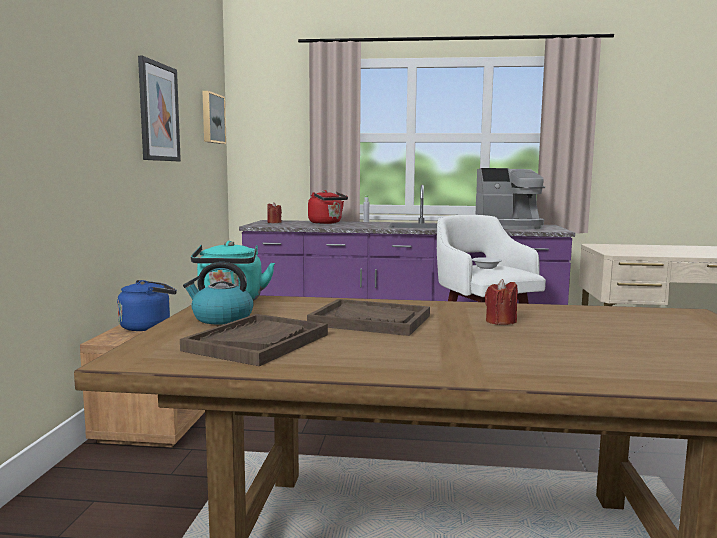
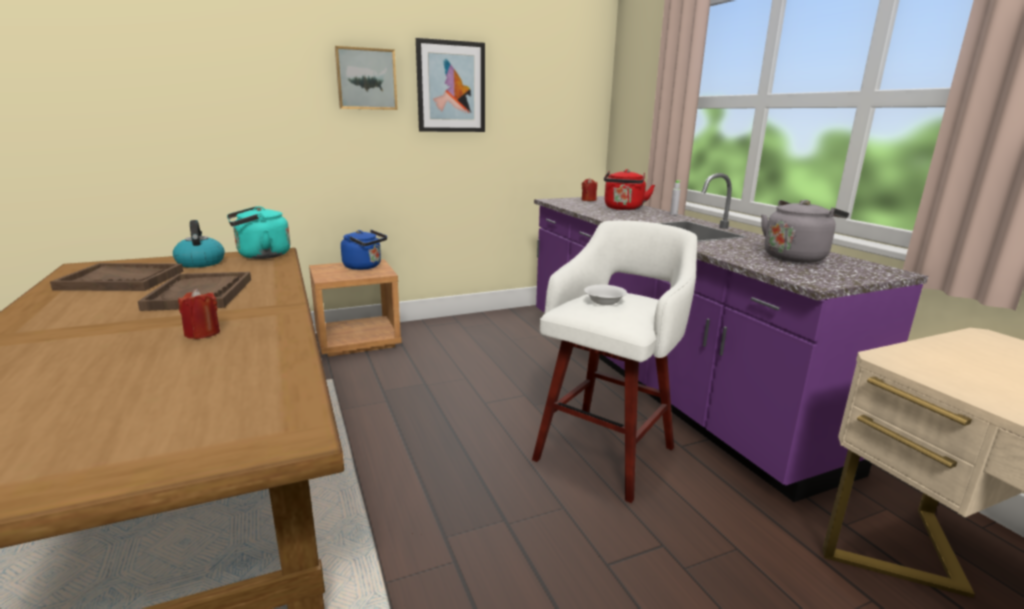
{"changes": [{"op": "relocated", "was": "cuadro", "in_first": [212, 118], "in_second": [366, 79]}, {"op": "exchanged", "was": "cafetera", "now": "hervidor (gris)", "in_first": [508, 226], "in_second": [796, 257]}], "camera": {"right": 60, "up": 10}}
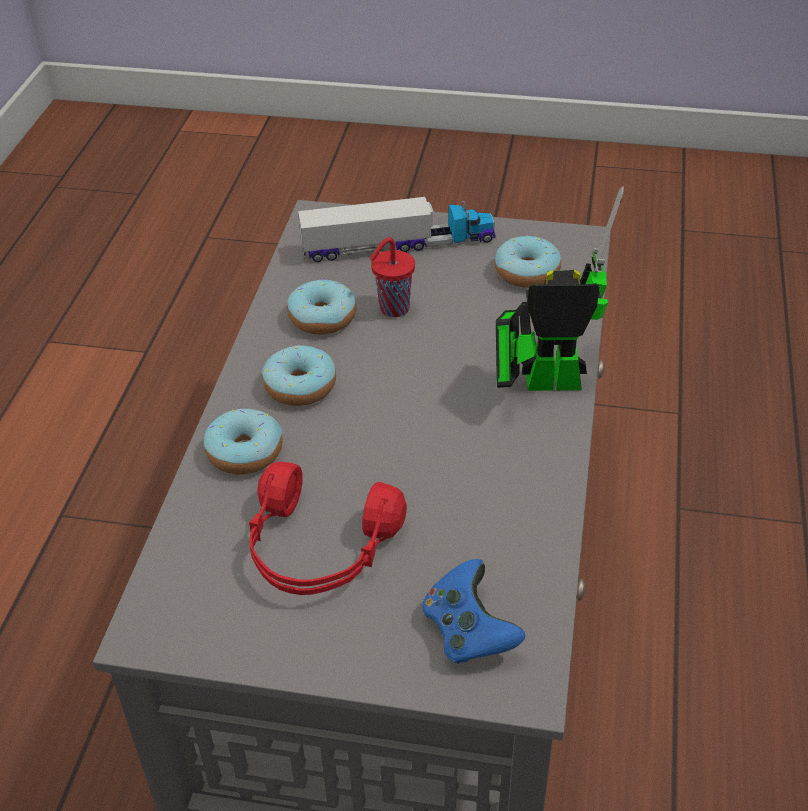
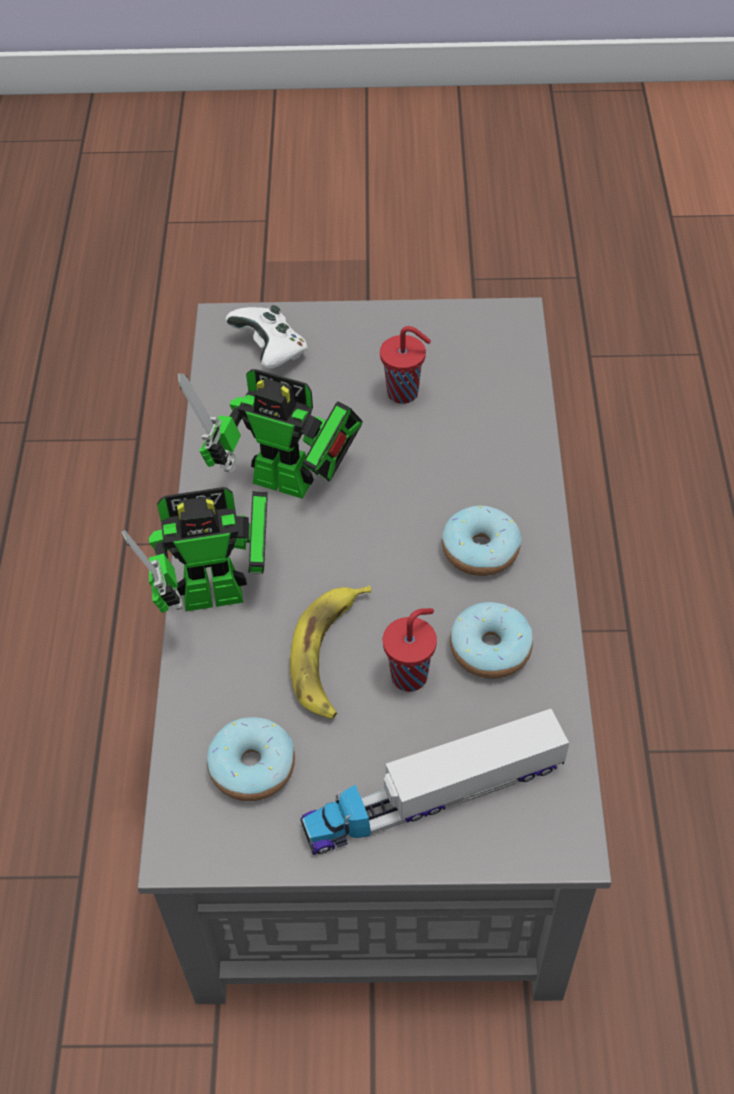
{"changes": [{"op": "missing", "was": "rosquilla", "in_first": [245, 452]}, {"op": "exchanged", "was": "auriculares (rojo)", "now": "taza (rojo)", "in_first": [318, 550], "in_second": [405, 393]}, {"op": "colour", "was": "mando de consola (azul)", "now": "mando de consola (blanco)", "in_first": [468, 631], "in_second": [271, 351]}, {"op": "appeared", "now": "robot de juguete", "in_second": [292, 484]}, {"op": "appeared", "now": "plátano", "in_second": [330, 655]}], "camera": {"right": 170, "up": 10}}
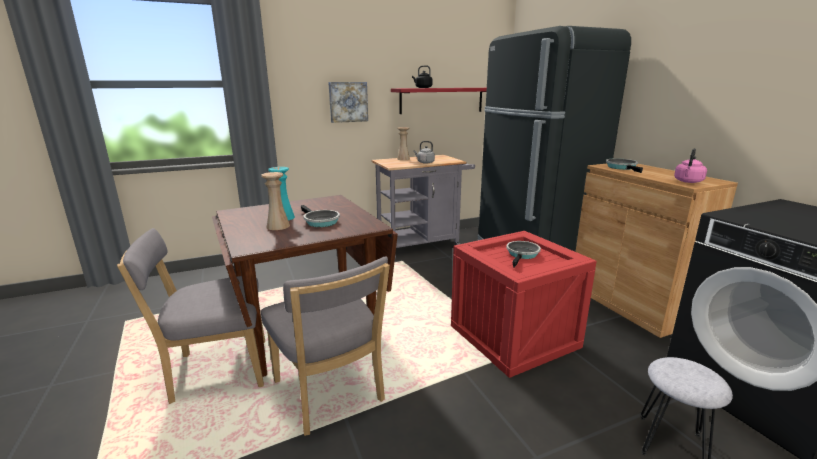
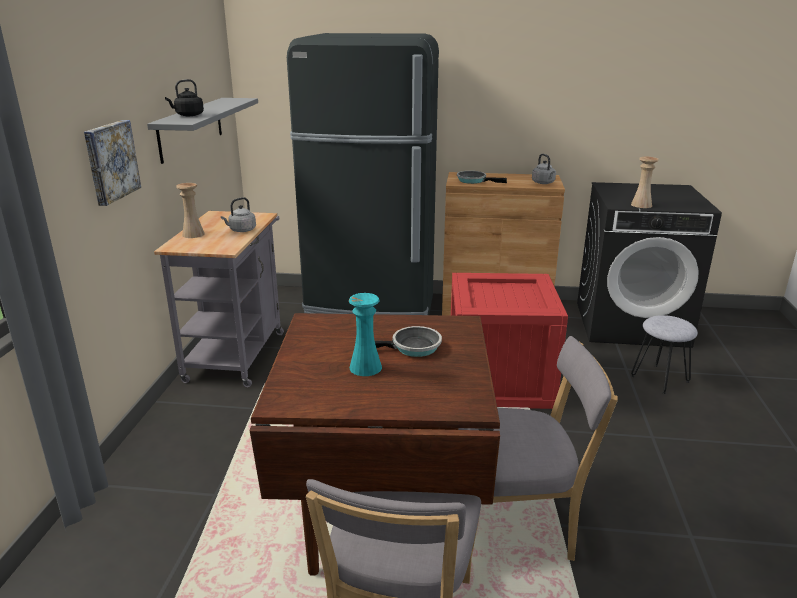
{"changes": [{"op": "relocated", "was": "florero (beis)", "in_first": [278, 226], "in_second": [641, 205]}, {"op": "colour", "was": "estante (rojo)", "now": "estante (gris)", "in_first": [442, 100], "in_second": [191, 128]}, {"op": "missing", "was": "sartén", "in_first": [522, 255]}, {"op": "colour", "was": "hervidor (rosa)", "now": "hervidor (gris)", "in_first": [688, 181], "in_second": [544, 183]}], "camera": {"right": -60, "up": 5}}
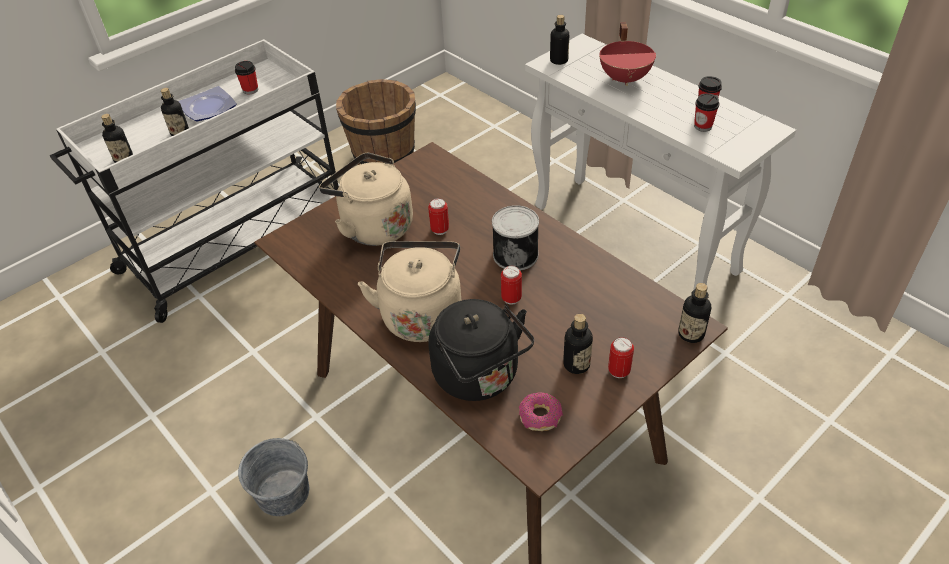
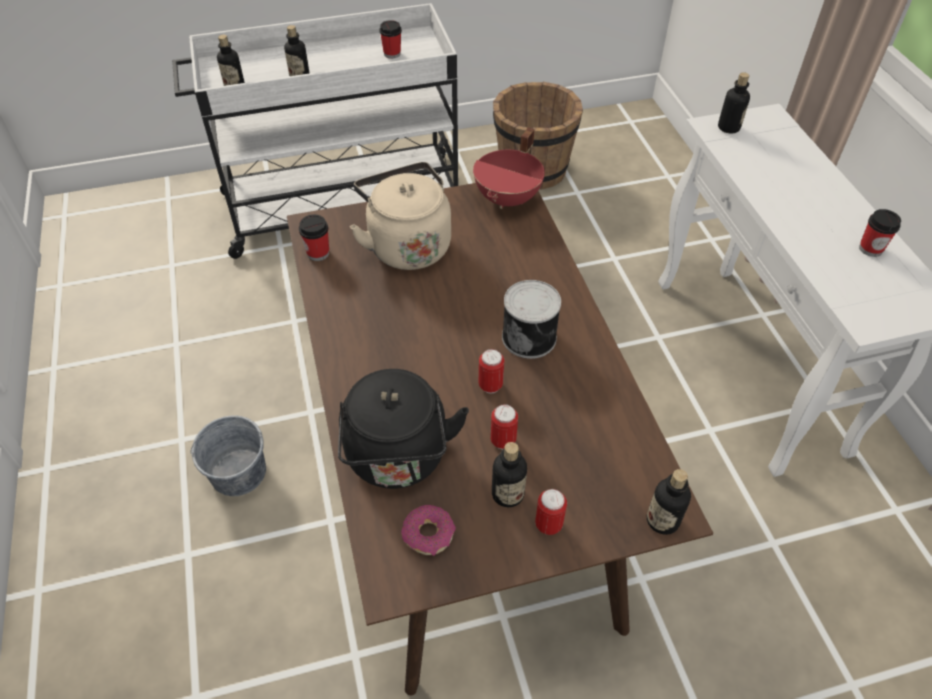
{"changes": [{"op": "missing", "was": "plato", "in_first": [207, 107]}, {"op": "missing", "was": "hervidor (beis)", "in_first": [421, 314]}, {"op": "relocated", "was": "lata", "in_first": [440, 230], "in_second": [503, 441]}, {"op": "relocated", "was": "olla (rojo)", "in_first": [626, 78], "in_second": [509, 199]}, {"op": "relocated", "was": "taza", "in_first": [703, 126], "in_second": [318, 253]}], "camera": {"right": 25, "up": 5}}
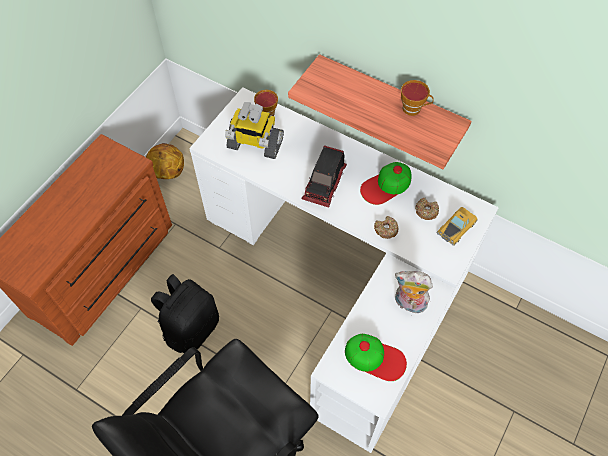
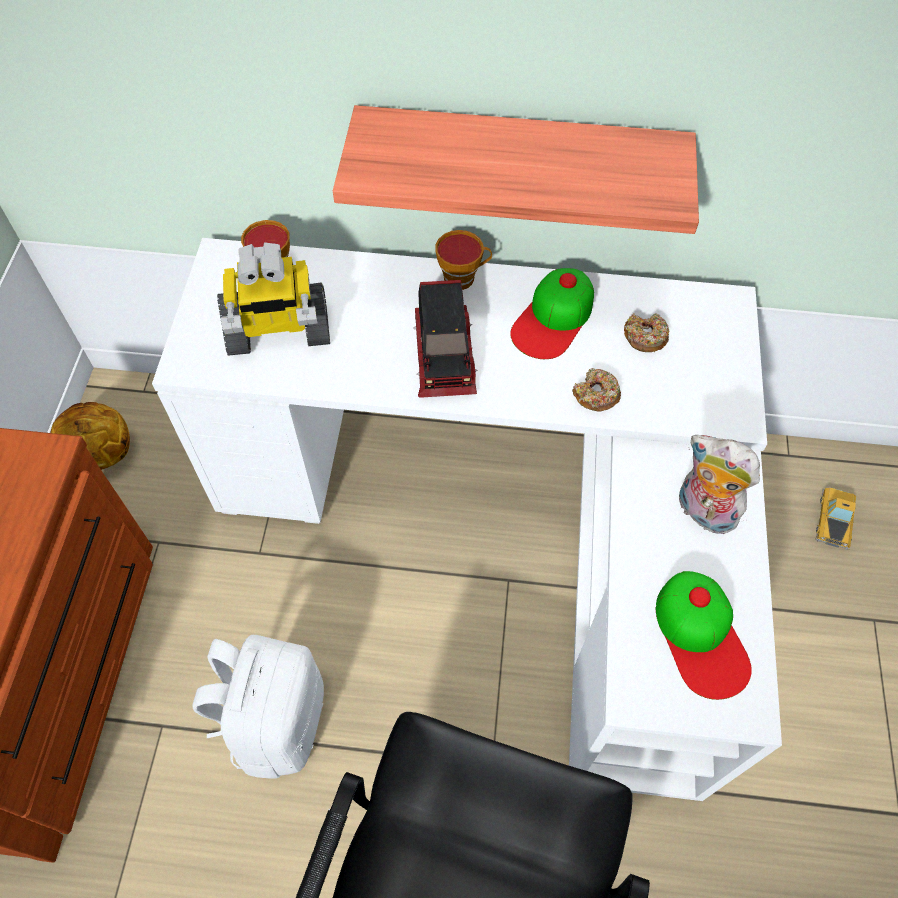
{"changes": [{"op": "colour", "was": "mochila (negro)", "now": "mochila (blanco)", "in_first": [191, 328], "in_second": [276, 721]}, {"op": "spun", "was": "gorra", "in_first": [375, 358], "in_second": [701, 636], "clockwise": 75}, {"op": "spun", "was": "peluche", "in_first": [408, 304], "in_second": [702, 511], "clockwise": 45}, {"op": "relocated", "was": "taza", "in_first": [414, 109], "in_second": [463, 277]}, {"op": "relocated", "was": "coche de juguete", "in_first": [457, 227], "in_second": [835, 519]}], "camera": {"right": -25, "up": 0}}
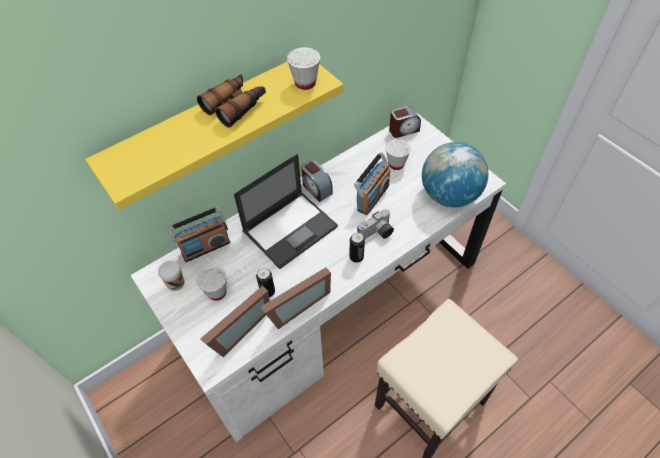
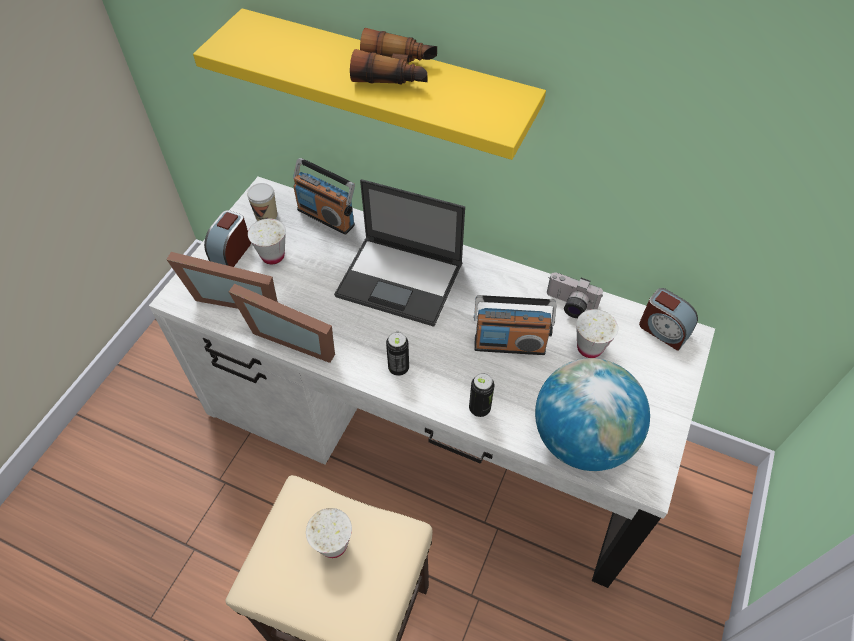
{"changes": [{"op": "relocated", "was": "lata", "in_first": [267, 292], "in_second": [479, 408]}, {"op": "relocated", "was": "taza (blanco)", "in_first": [305, 83], "in_second": [333, 544]}, {"op": "relocated", "was": "despertador", "in_first": [316, 189], "in_second": [231, 252]}, {"op": "relocated", "was": "cámara", "in_first": [377, 234], "in_second": [569, 305]}], "camera": {"right": 60, "up": 0}}
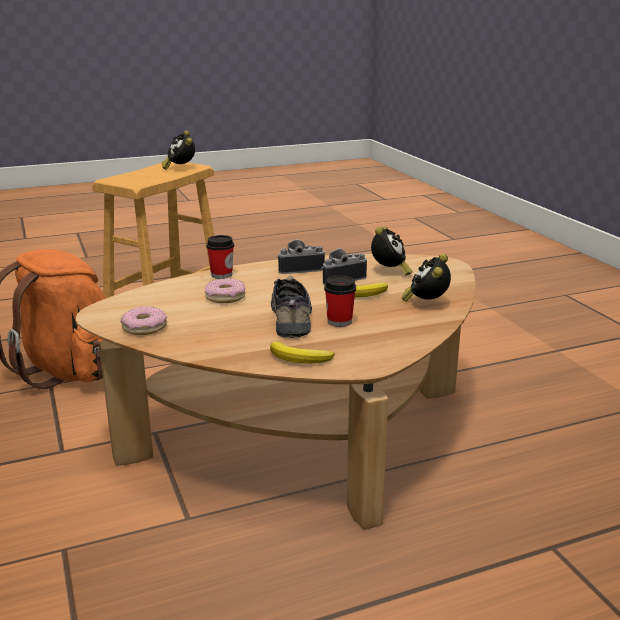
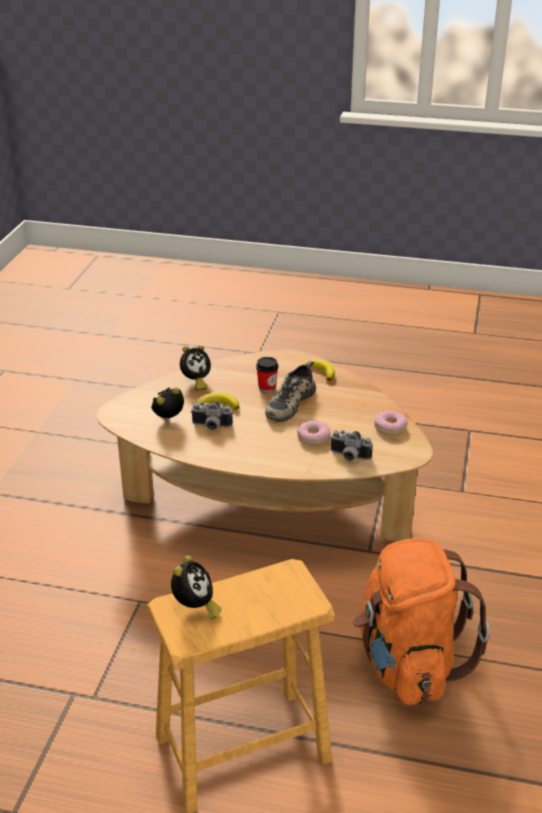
{"changes": [{"op": "missing", "was": "taza", "in_first": [221, 275]}, {"op": "relocated", "was": "cámara", "in_first": [300, 268], "in_second": [349, 457]}], "camera": {"right": -145, "up": 10}}
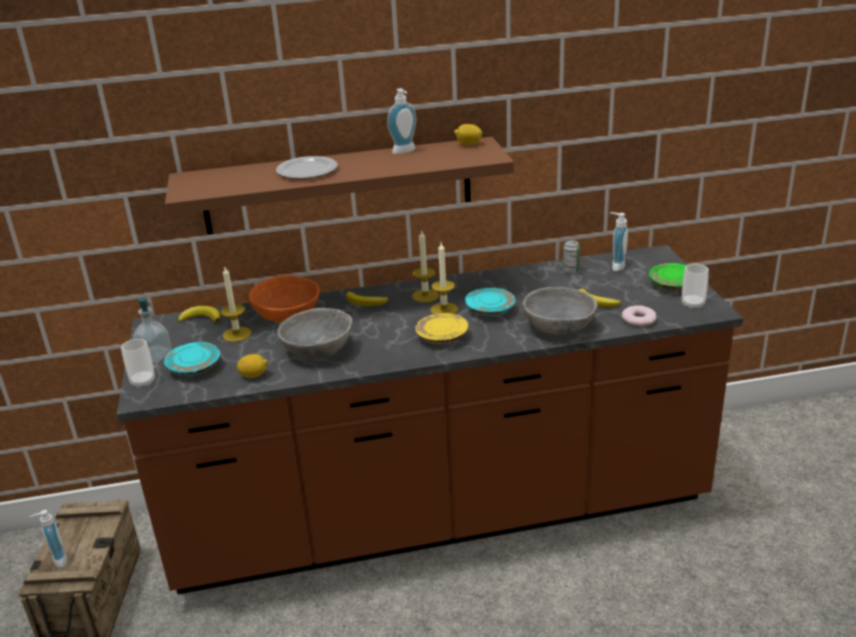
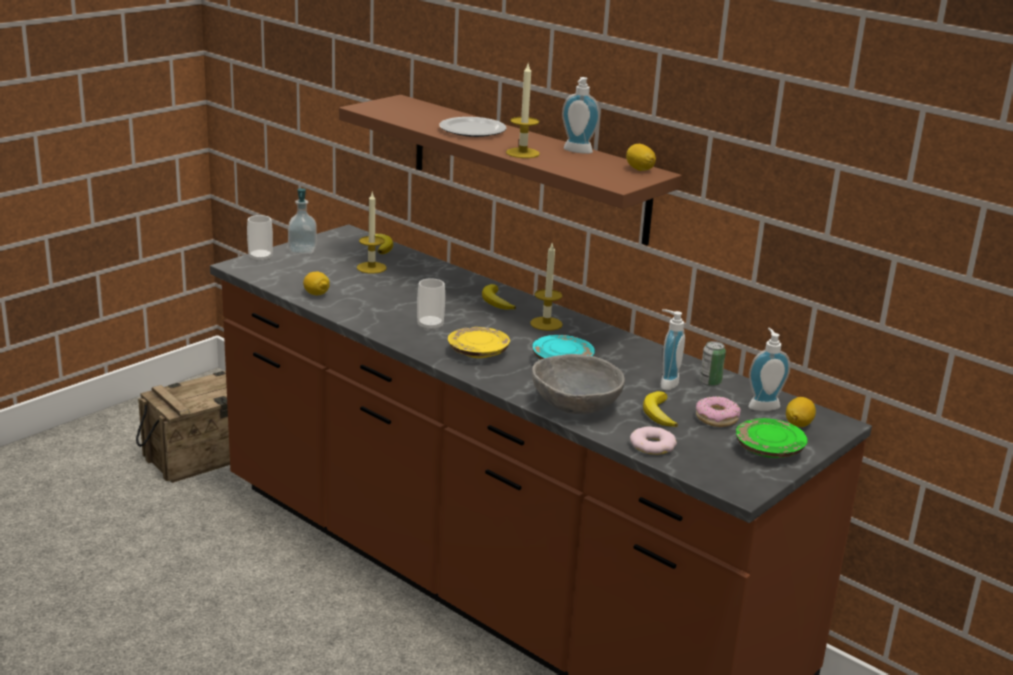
{"changes": [{"op": "relocated", "was": "dispensador de jabón", "in_first": [57, 560], "in_second": [665, 383]}, {"op": "missing", "was": "plato (turquesa)", "in_first": [194, 367]}, {"op": "missing", "was": "cuenco (naranja)", "in_first": [287, 314]}, {"op": "missing", "was": "cuenco (gris)", "in_first": [318, 350]}, {"op": "relocated", "was": "vela", "in_first": [444, 309], "in_second": [522, 153]}, {"op": "relocated", "was": "taza", "in_first": [692, 304], "in_second": [430, 326]}, {"op": "appeared", "now": "rosquilla", "in_second": [717, 418]}, {"op": "appeared", "now": "limón", "in_second": [798, 424]}], "camera": {"right": 50, "up": -5}}
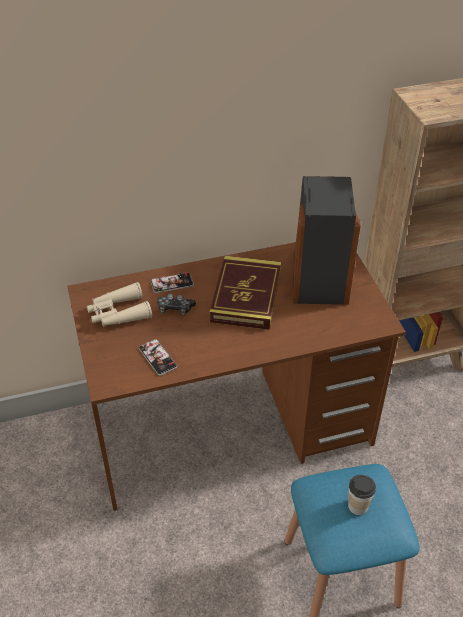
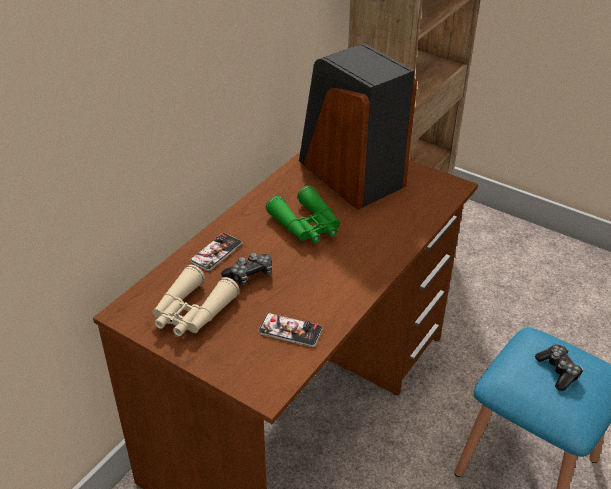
{"changes": [{"op": "exchanged", "was": "libro", "now": "prismáticos (verde)", "in_first": [246, 296], "in_second": [307, 226]}, {"op": "exchanged", "was": "taza", "now": "mando de consola", "in_first": [358, 506], "in_second": [558, 371]}], "camera": {"right": -40, "up": -5}}
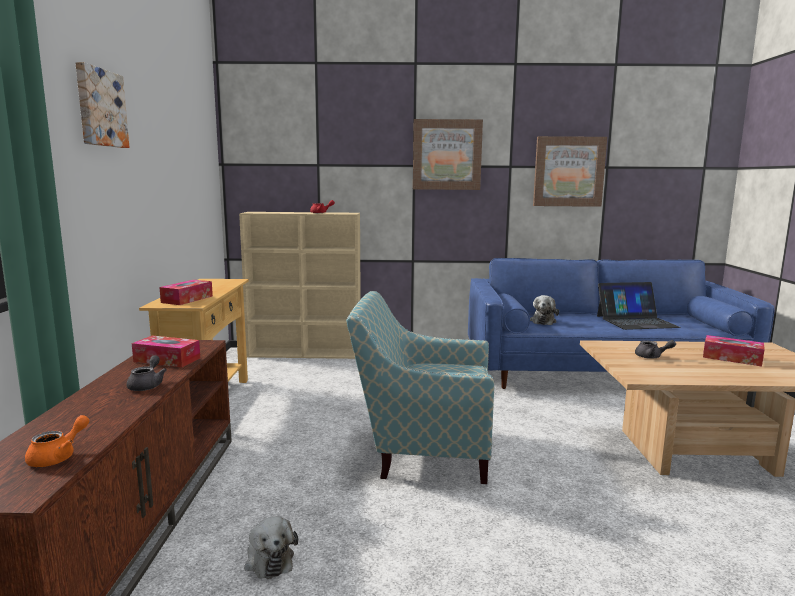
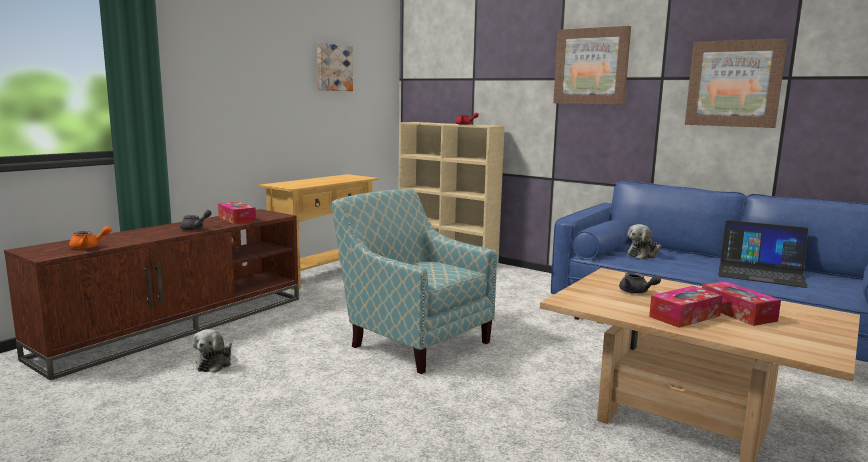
{"changes": [{"op": "relocated", "was": "cuadro", "in_first": [99, 108], "in_second": [333, 67]}, {"op": "relocated", "was": "caja de pañuelos", "in_first": [187, 299], "in_second": [684, 316]}], "camera": {"right": 35, "up": 0}}
